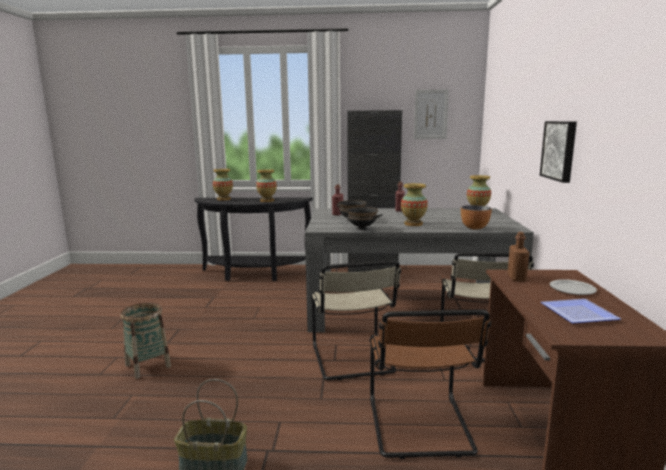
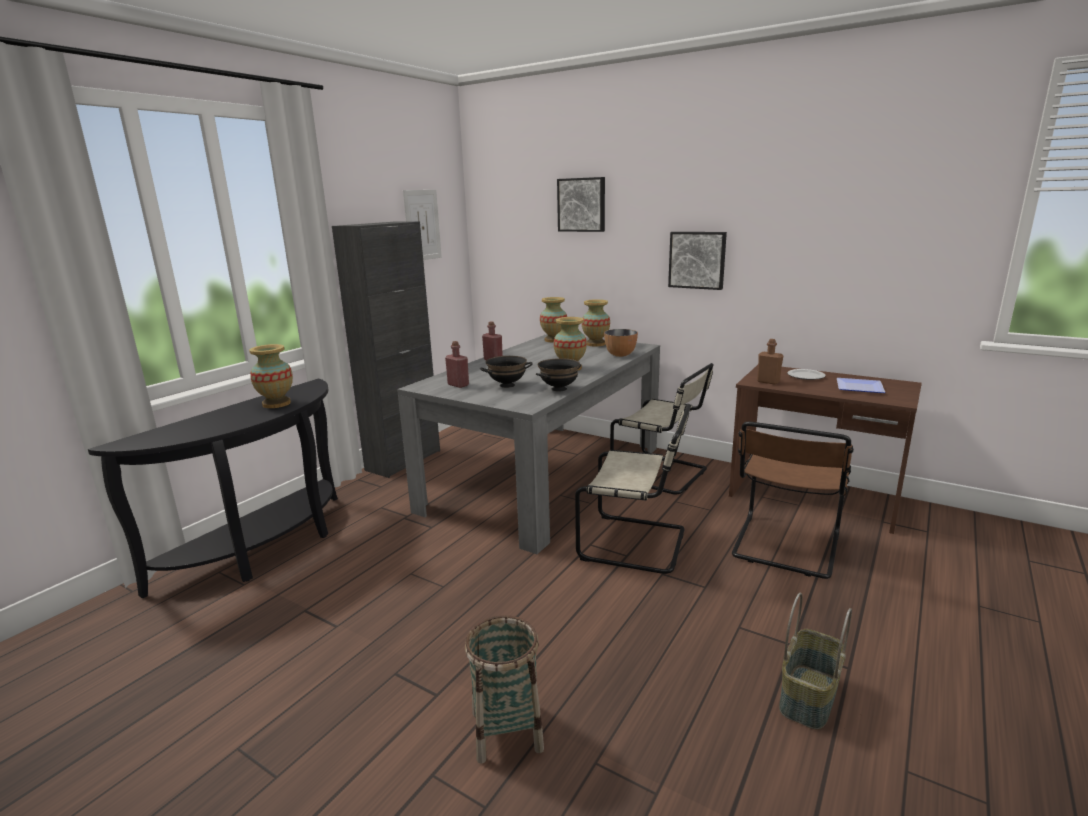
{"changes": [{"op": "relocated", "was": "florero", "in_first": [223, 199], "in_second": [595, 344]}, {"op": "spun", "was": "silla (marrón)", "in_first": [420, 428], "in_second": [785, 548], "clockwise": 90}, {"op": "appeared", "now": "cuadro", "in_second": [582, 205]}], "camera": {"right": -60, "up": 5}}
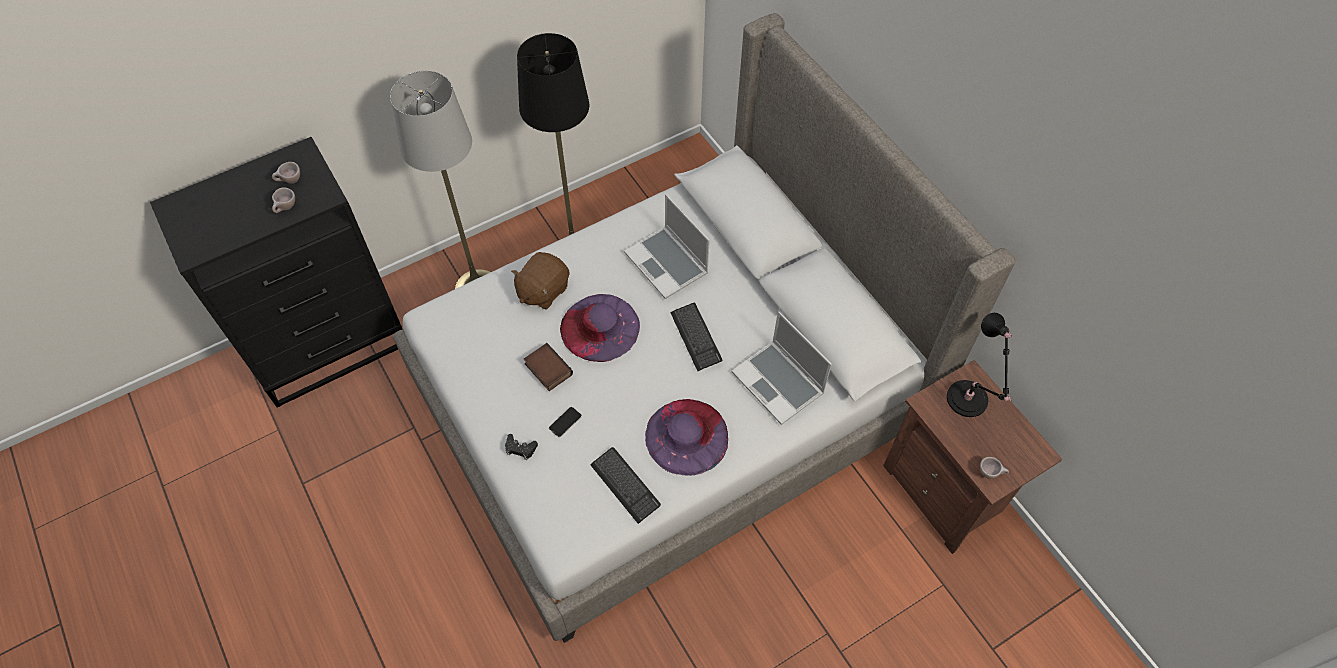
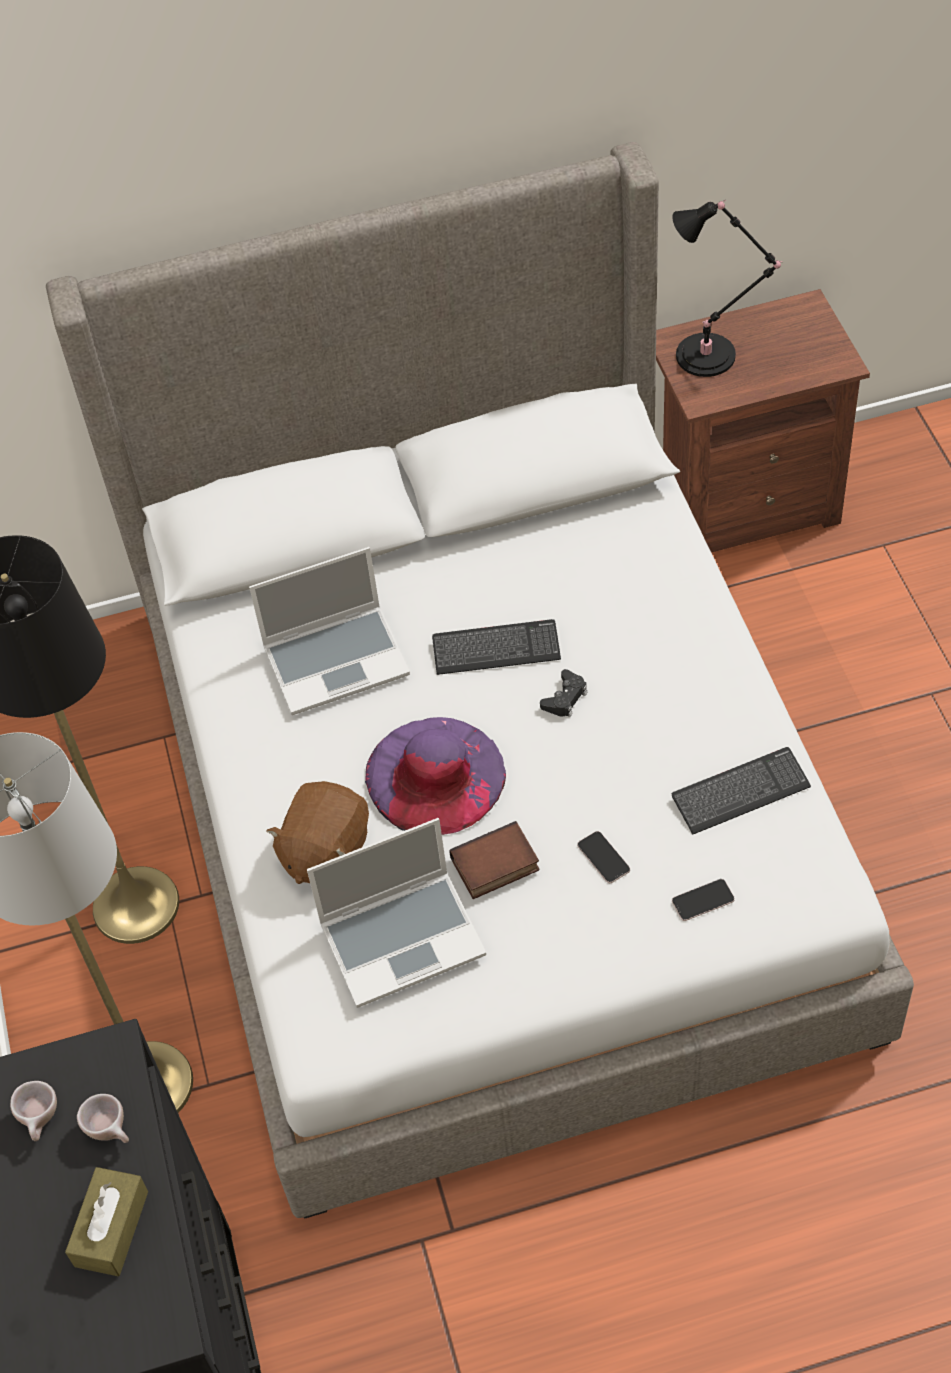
{"changes": [{"op": "relocated", "was": "mando de consola (negro)", "in_first": [520, 448], "in_second": [565, 698]}, {"op": "spun", "was": "peluche (marrón)", "in_first": [543, 290], "in_second": [325, 851], "clockwise": 60}, {"op": "missing", "was": "sombrero (morado)", "in_first": [687, 436]}, {"op": "relocated", "was": "portátil", "in_first": [779, 383], "in_second": [403, 938]}, {"op": "missing", "was": "taza (beis)", "in_first": [990, 473]}, {"op": "appeared", "now": "caja de pañuelos (marrón)", "in_second": [111, 1228]}, {"op": "appeared", "now": "móvil", "in_second": [703, 900]}], "camera": {"right": -70, "up": -5}}
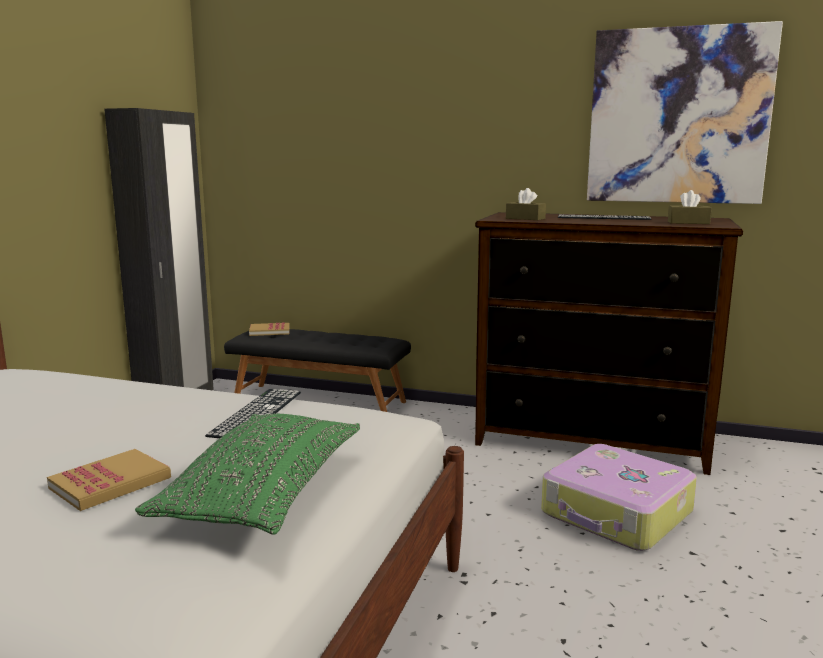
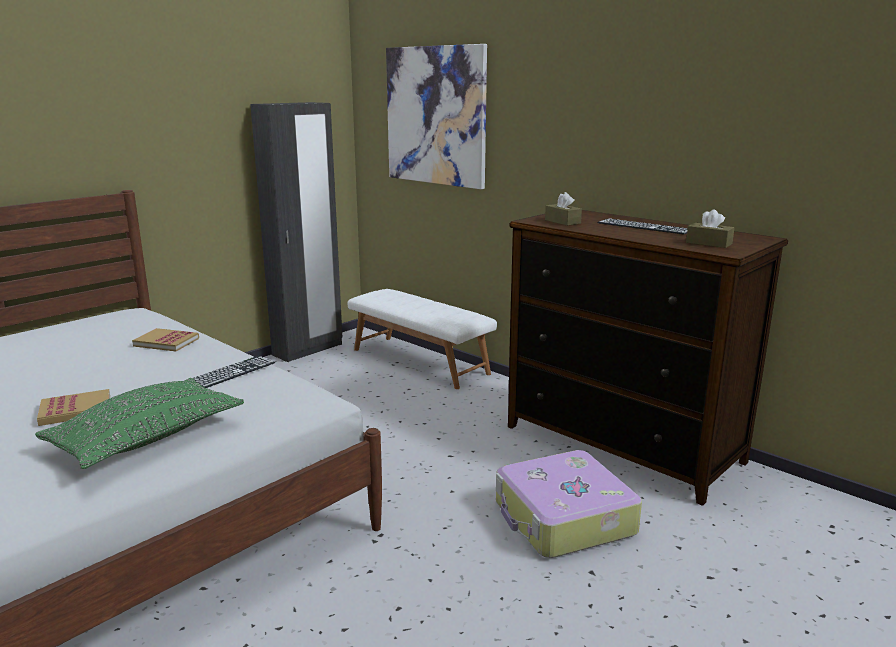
{"changes": [{"op": "colour", "was": "banco (negro)", "now": "banco (blanco)", "in_first": [320, 401], "in_second": [420, 361]}, {"op": "relocated", "was": "libro", "in_first": [269, 331], "in_second": [166, 342]}, {"op": "relocated", "was": "cuadro", "in_first": [678, 116], "in_second": [435, 116]}], "camera": {"right": 25, "up": 5}}
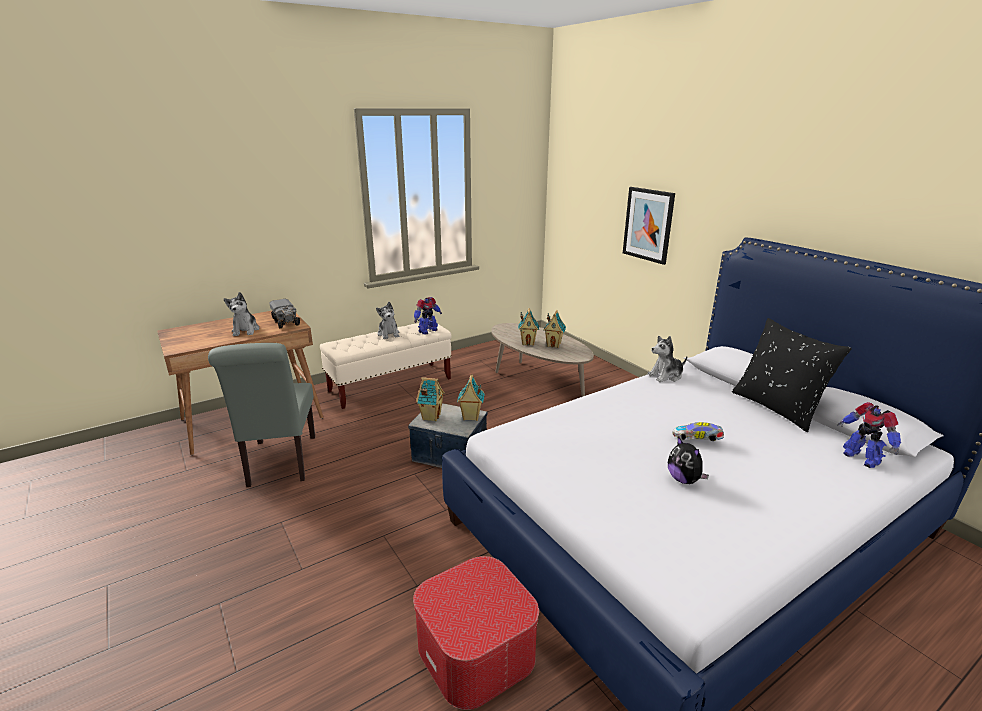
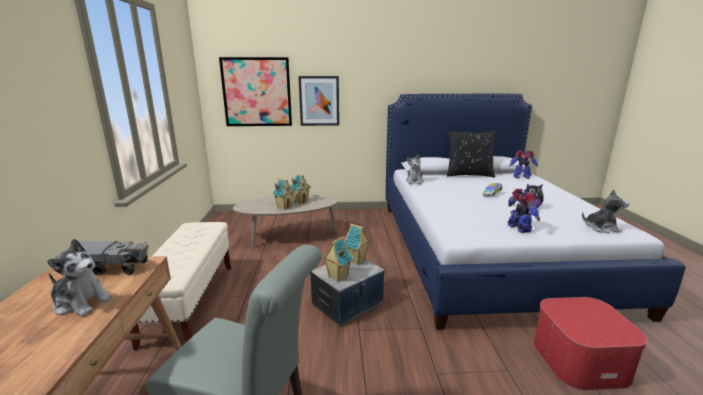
{"changes": [{"op": "relocated", "was": "peluche", "in_first": [389, 334], "in_second": [601, 228]}, {"op": "relocated", "was": "robot de juguete", "in_first": [427, 331], "in_second": [518, 229]}, {"op": "appeared", "now": "cuadro", "in_second": [257, 92]}], "camera": {"right": -60, "up": -5}}
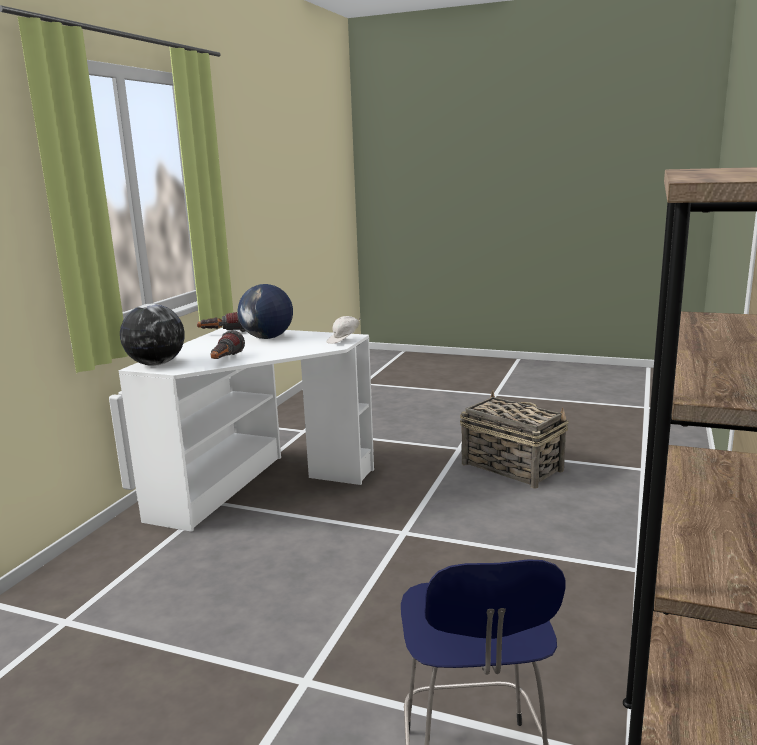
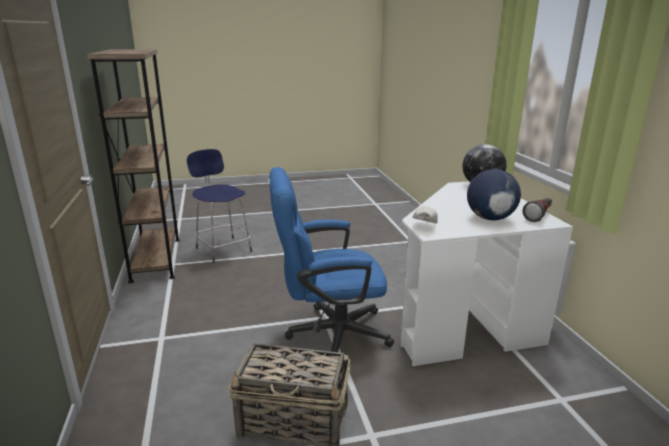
{"changes": [{"op": "missing", "was": "linterna", "in_first": [225, 360]}, {"op": "appeared", "now": "silla de oficina (azul)", "in_second": [328, 333]}], "camera": {"right": 145, "up": 5}}
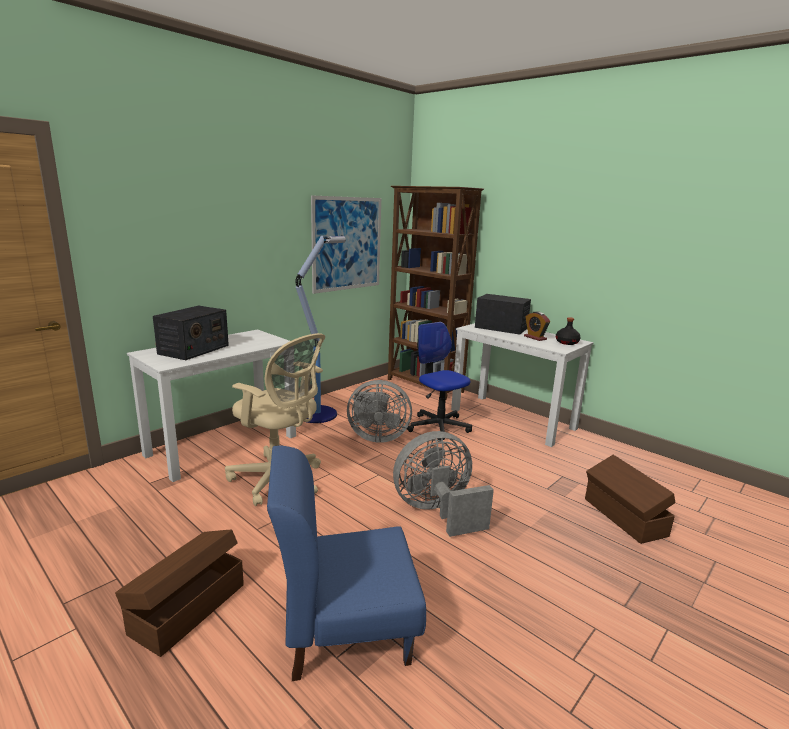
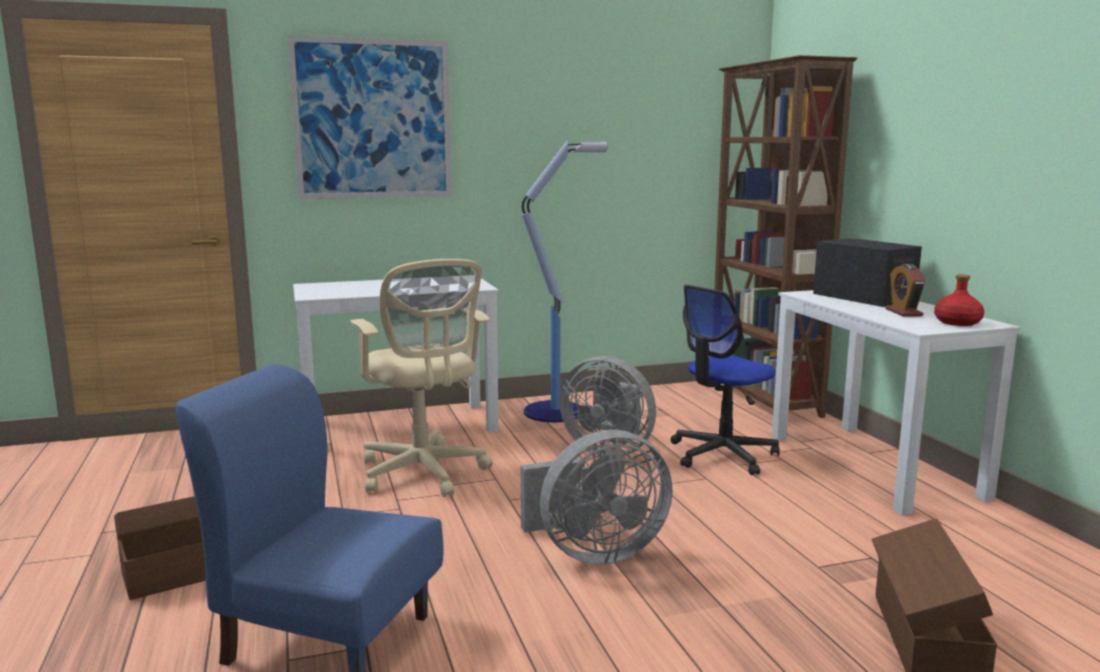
{"changes": [{"op": "missing", "was": "radio", "in_first": [193, 350]}, {"op": "relocated", "was": "cuadro", "in_first": [347, 244], "in_second": [373, 119]}, {"op": "spun", "was": "ventilador (gris)", "in_first": [437, 512], "in_second": [594, 553], "clockwise": 150}, {"op": "spun", "was": "silla de oficina", "in_first": [438, 427], "in_second": [722, 455], "clockwise": -120}, {"op": "colour", "was": "botella (negro)", "now": "botella (rojo)", "in_first": [567, 342], "in_second": [958, 323]}], "camera": {"right": 30, "up": -5}}
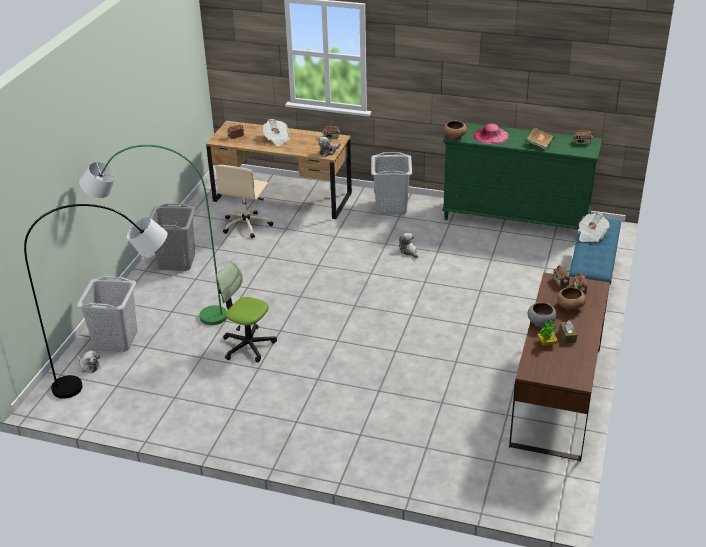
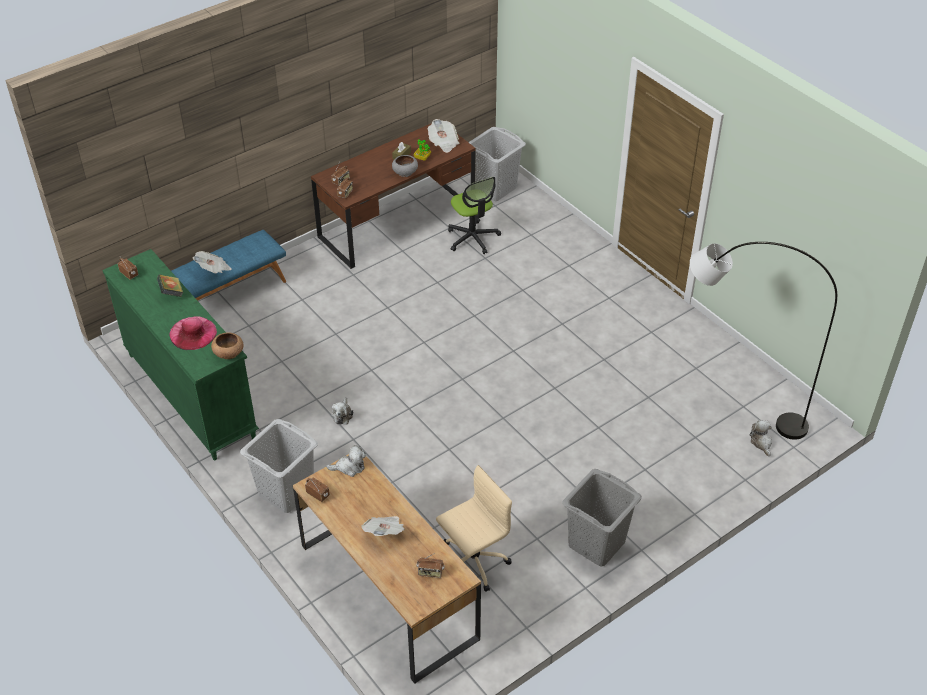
{"changes": [{"op": "relocated", "was": "cesto de la ropa (gris)", "in_first": [115, 340], "in_second": [495, 188]}, {"op": "missing", "was": "lámpara de pie (verde)", "in_first": [163, 314]}, {"op": "relocated", "was": "silla de oficina", "in_first": [248, 345], "in_second": [473, 238]}, {"op": "missing", "was": "cuenco (marrón)", "in_first": [570, 306]}, {"op": "appeared", "now": "periódico", "in_second": [443, 143]}], "camera": {"right": -145, "up": 10}}
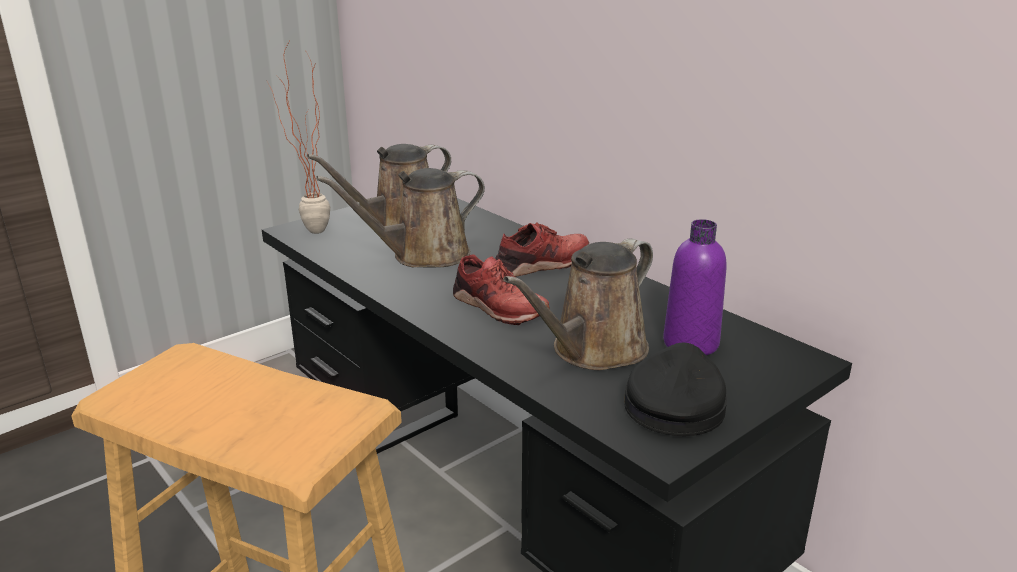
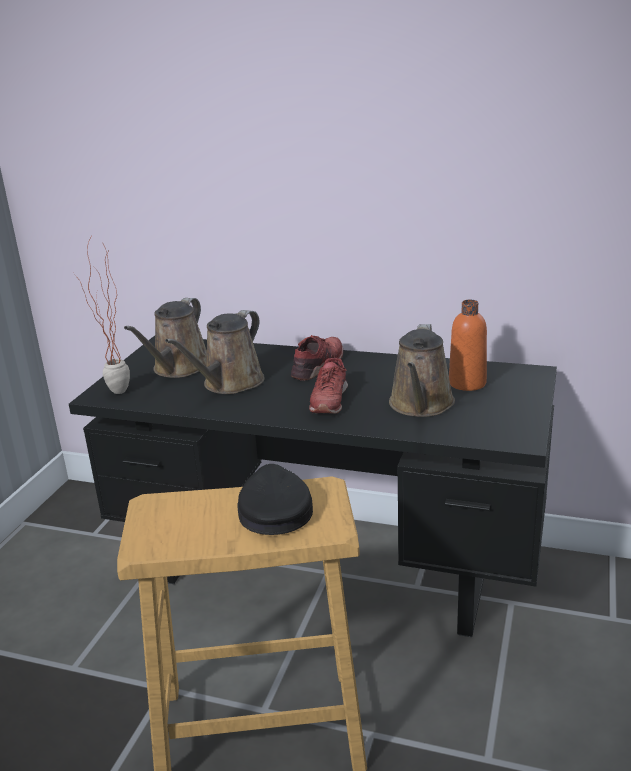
{"changes": [{"op": "spun", "was": "zapato (rojo)", "in_first": [497, 307], "in_second": [329, 400], "clockwise": 90}, {"op": "relocated", "was": "gorra (negro)", "in_first": [674, 403], "in_second": [274, 510]}, {"op": "colour", "was": "botella (morado)", "now": "botella (naranja)", "in_first": [690, 343], "in_second": [467, 383]}], "camera": {"right": -30, "up": 0}}
